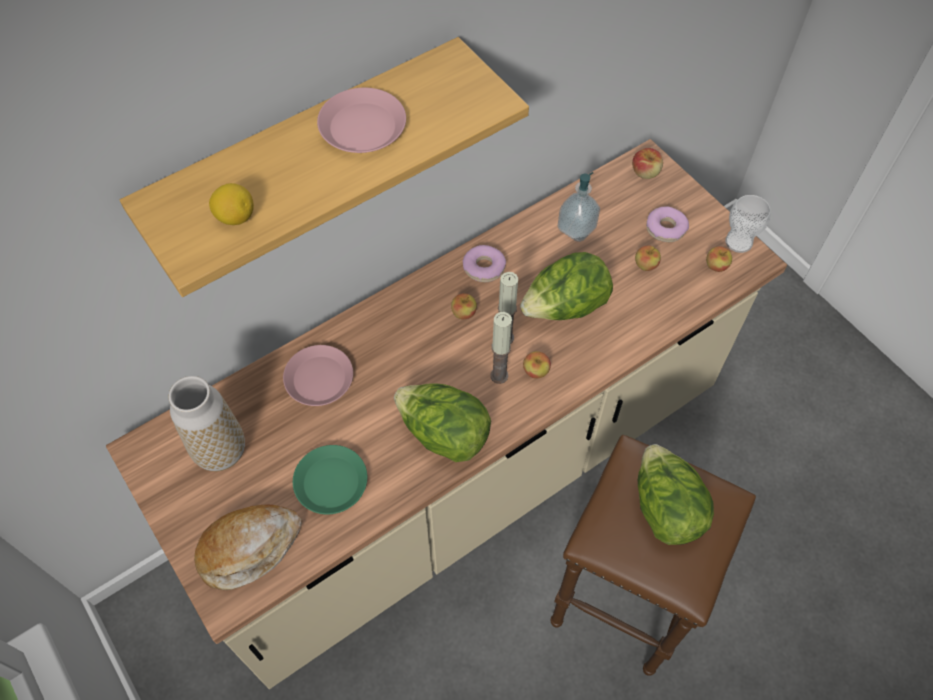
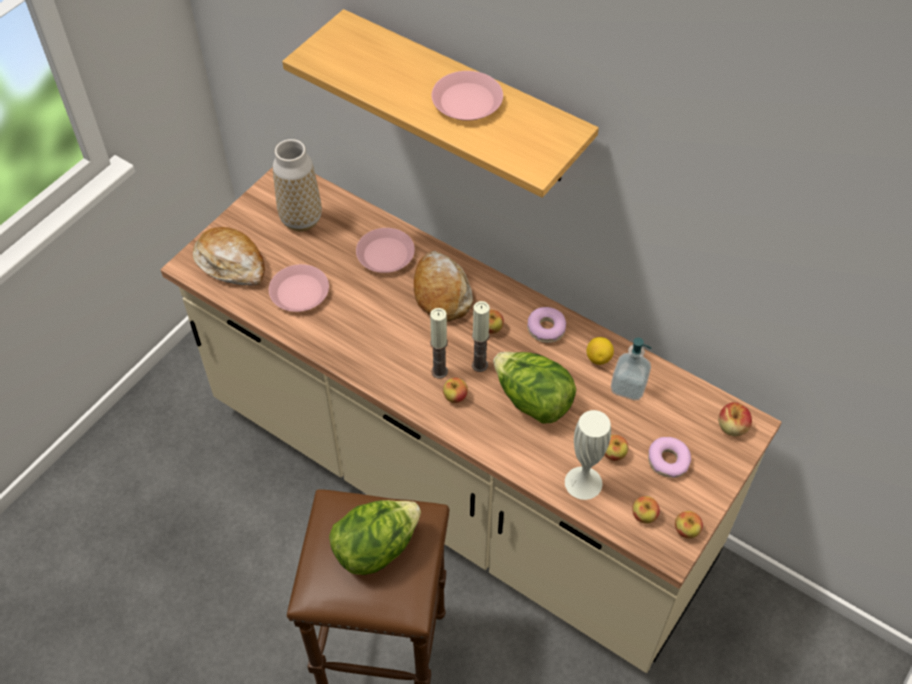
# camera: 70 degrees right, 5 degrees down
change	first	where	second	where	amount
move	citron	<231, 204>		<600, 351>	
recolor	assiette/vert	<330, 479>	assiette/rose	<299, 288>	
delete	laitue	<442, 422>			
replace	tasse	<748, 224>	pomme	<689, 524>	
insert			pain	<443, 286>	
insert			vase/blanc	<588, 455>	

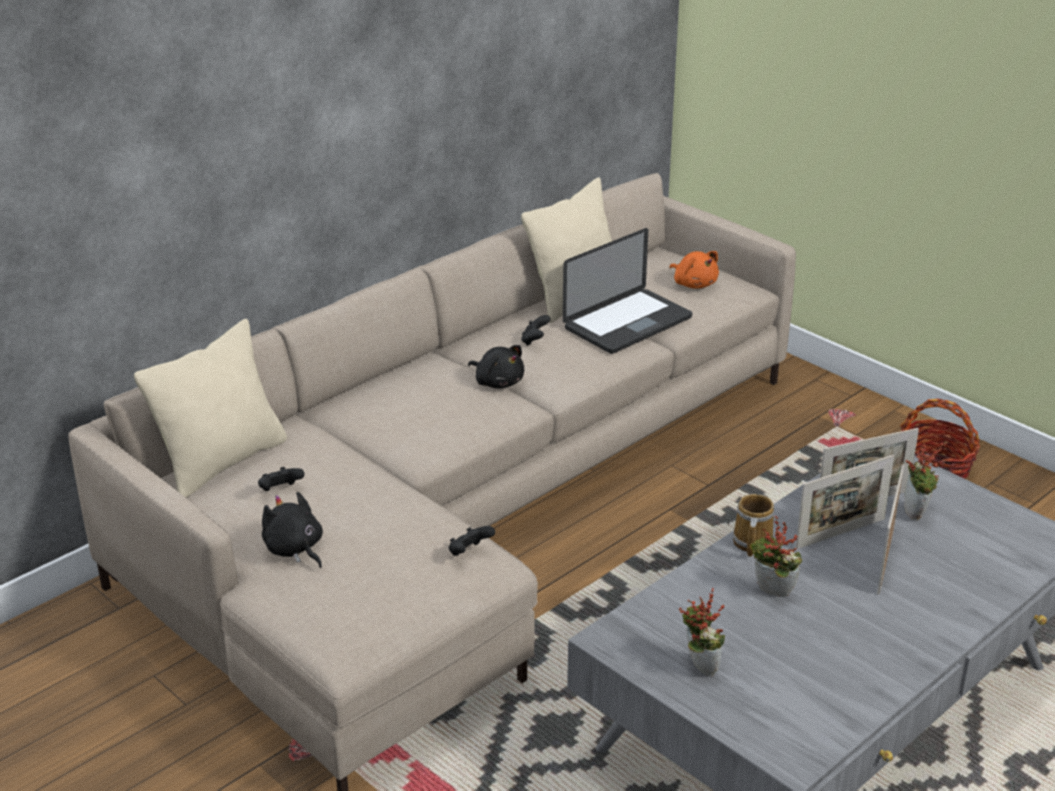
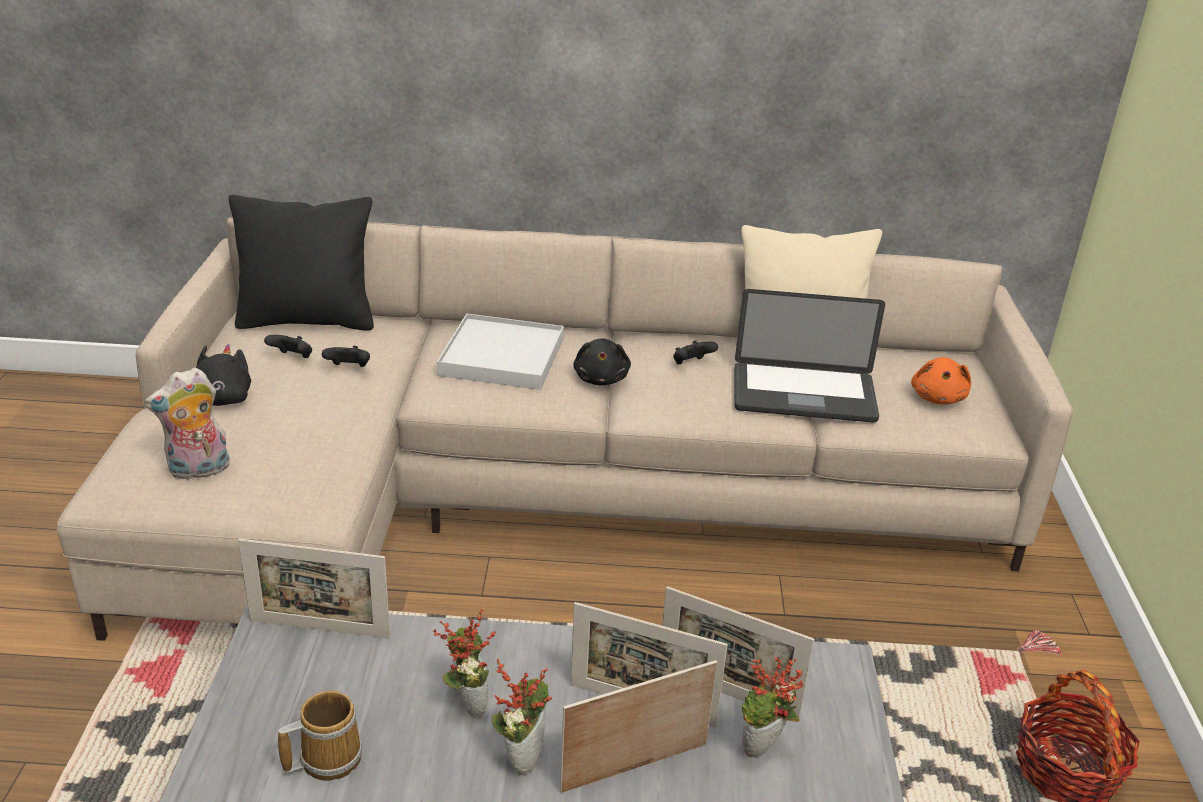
# camera: 45 degrees right, 0 degrees up
change	first	where	second	where	amount
recolor	coussin/beige	<210, 408>	coussin/noir	<301, 263>	
move	manette/noir	<472, 541>		<346, 356>	
move	plante en pot	<702, 632>		<522, 717>	
move	mug	<753, 525>		<320, 735>	
insert			peluche	<187, 424>	
insert			cadre photo	<314, 589>	
insert			plateau/blanc	<500, 352>	

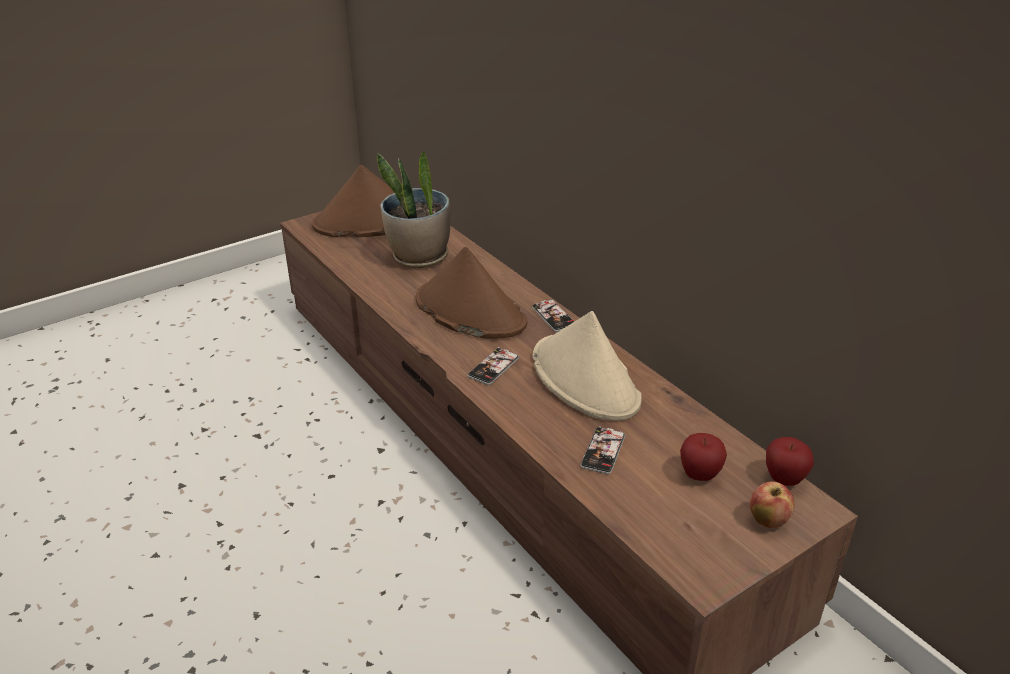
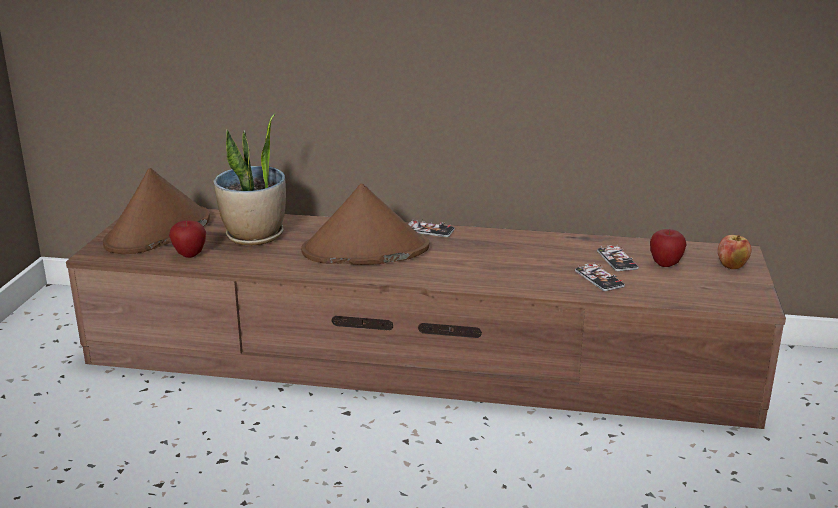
# camera: 45 degrees left, 10 degrees down
change	first	where	second	where	amount
move	téléphone	<493, 366>		<618, 258>	
delete	chapeau/beige	<587, 366>			
move	pomme	<790, 461>		<187, 239>	

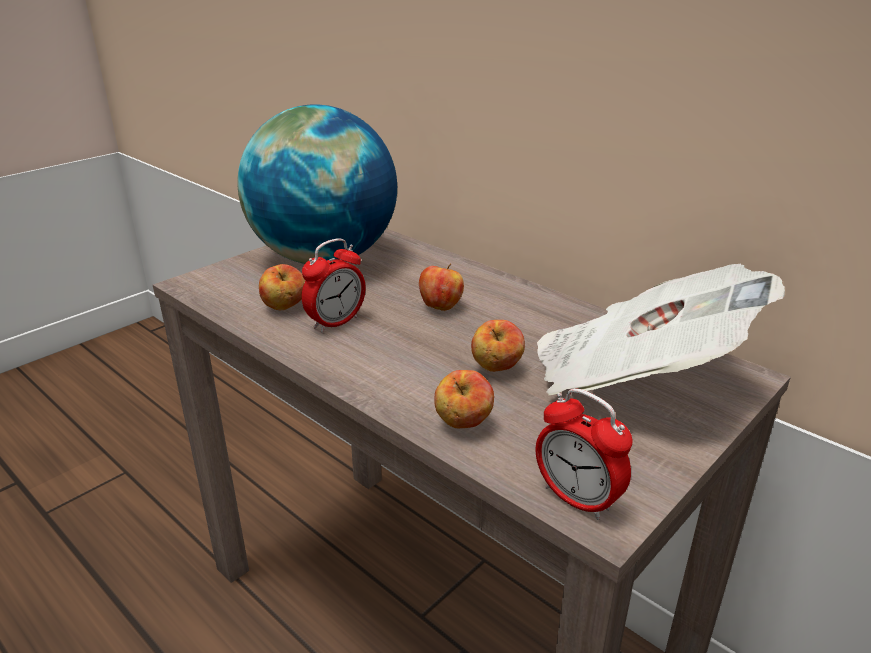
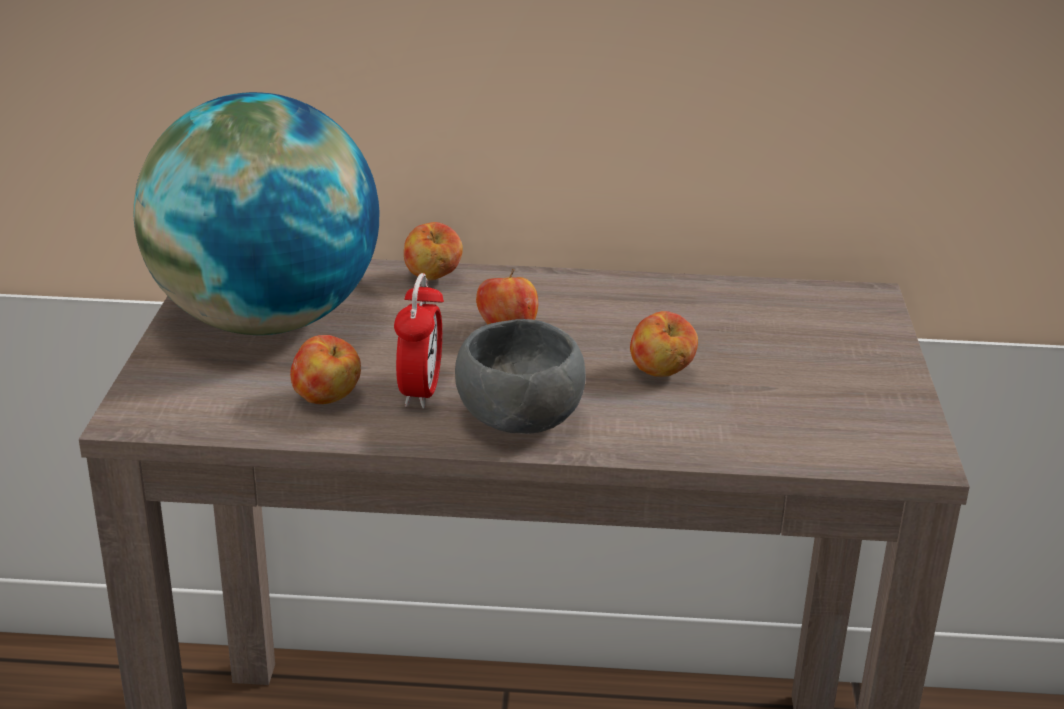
# camera: 40 degrees left, 0 degrees up
change	first	where	second	where	amount
move	pomme	<464, 399>		<433, 251>	
delete	réveil	<584, 454>			
delete	journal	<661, 329>			
insert			bol/gris	<520, 376>	

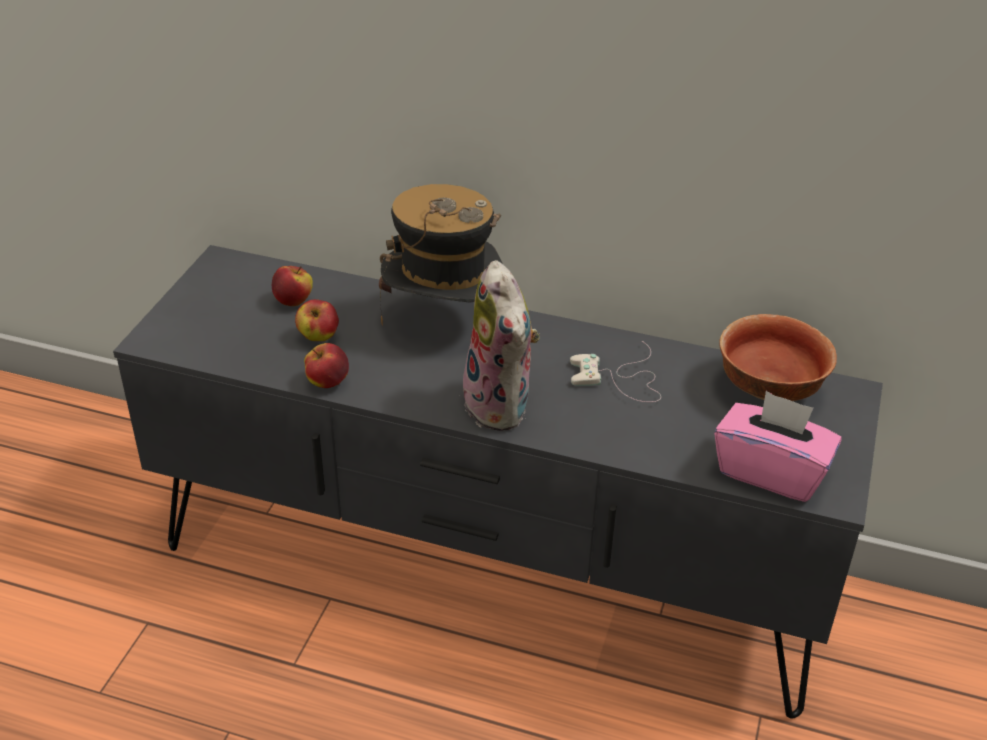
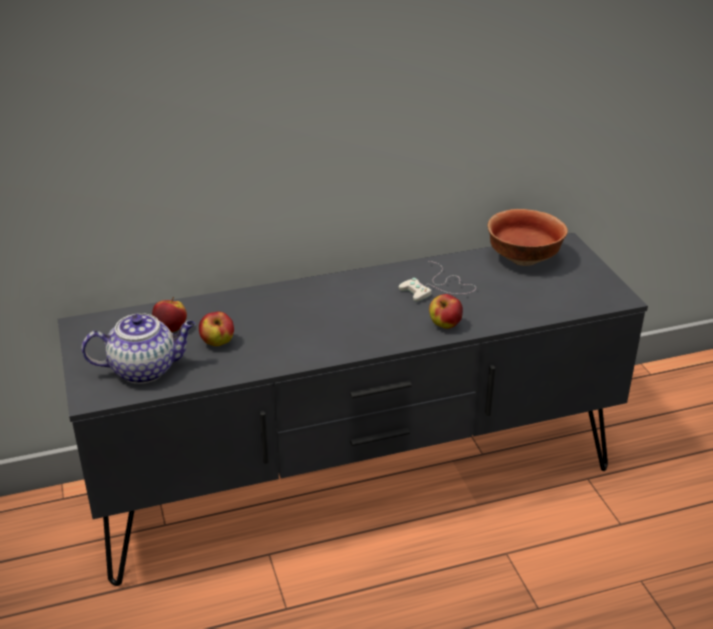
# camera: 35 degrees left, 5 degrees down
change	first	where	second	where	amount
move	pomme	<326, 365>		<446, 311>	
delete	chapeau	<441, 255>			
delete	peluche	<501, 345>			
delete	boîte à mouchoirs/rose	<777, 446>			
insert			théière	<138, 348>	

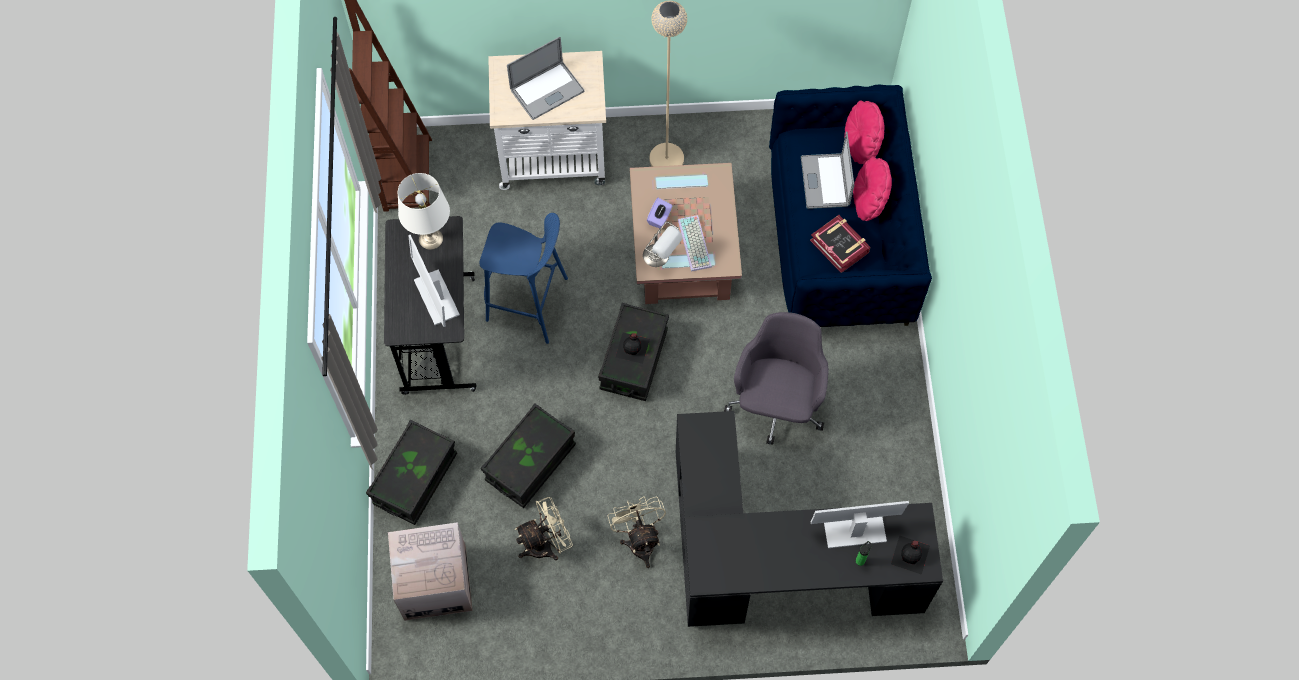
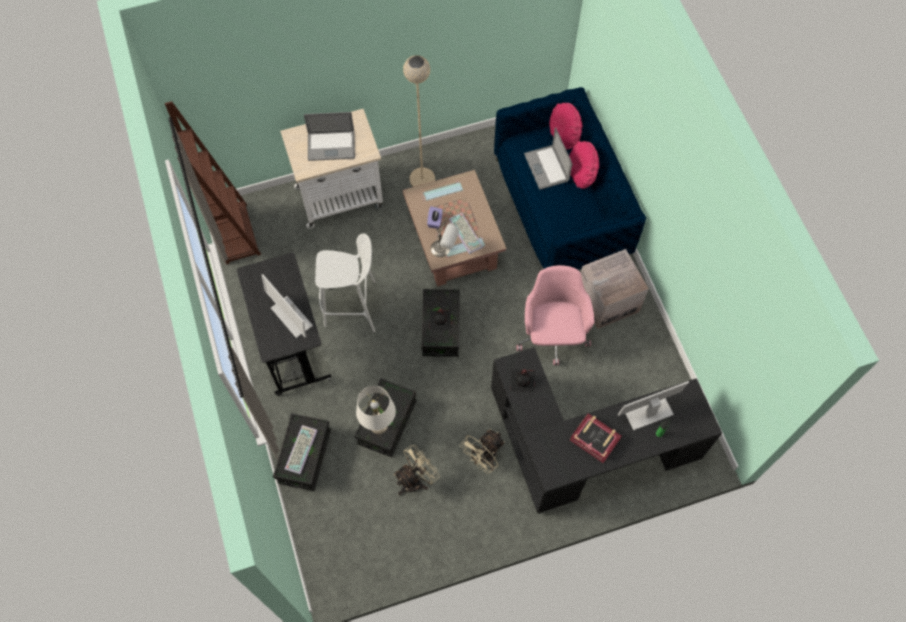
# camera: 15 degrees left, 0 degrees up
change	first	where	second	where	amount
move	carton	<430, 571>		<615, 289>	
move	lampe de table/blanc	<424, 211>		<376, 410>	
recolor	tabouret/bleu	<524, 278>	tabouret/blanc	<345, 282>	
rotate	ordinateur portable	<546, 78>		<329, 136>	45 degrees clockwise
rotate	ventilateur/beige	<637, 532>		<482, 451>	105 degrees counterclockwise
recolor	chaise de bureau/gris	<776, 378>	chaise de bureau/rose	<555, 315>	
move	livre	<840, 244>		<596, 438>	
move	bouteille/noir	<910, 555>		<523, 381>	
insert			clavier	<301, 450>	

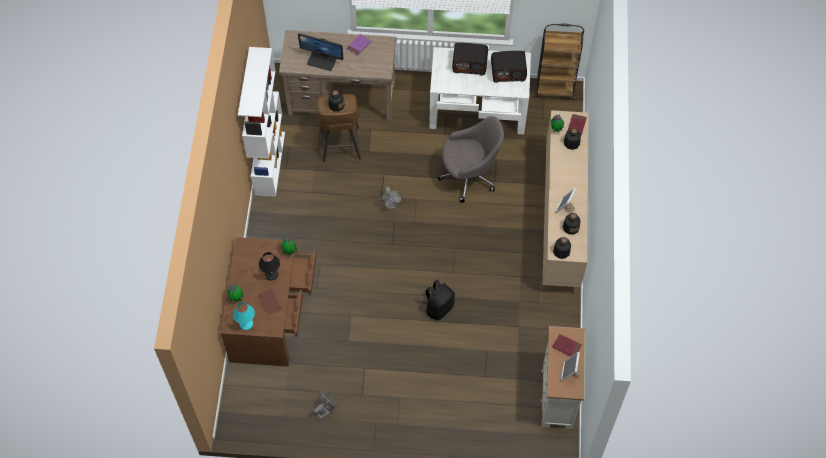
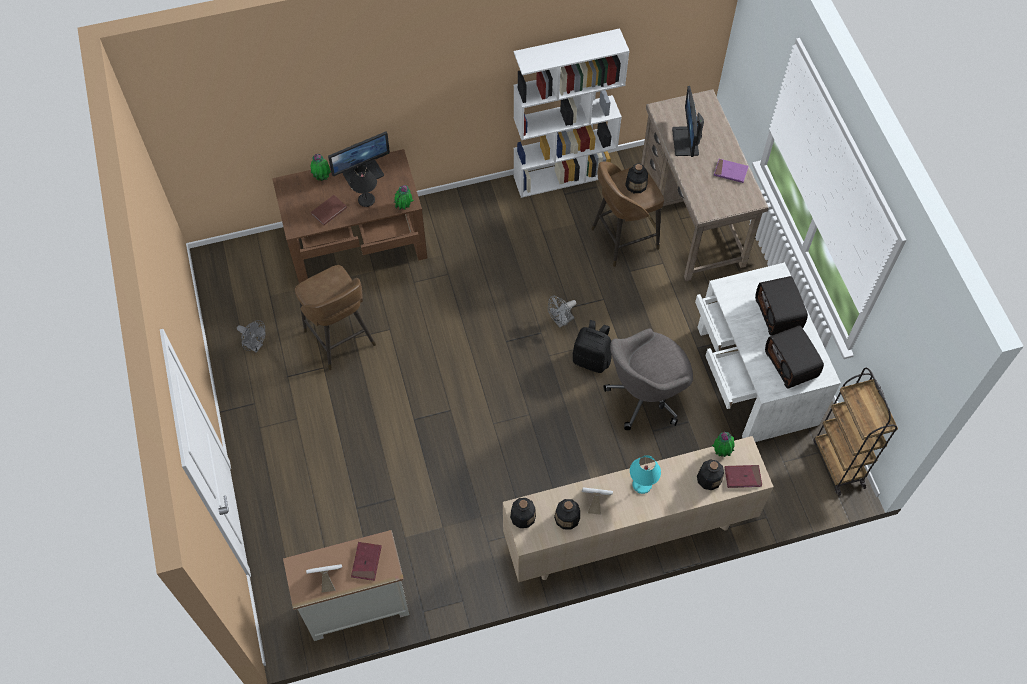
# camera: 70 degrees right, 0 degrees up
change	first	where	second	where	amount
move	lampe de table/turquoise	<244, 316>		<645, 474>	
move	sac à dos/noir	<438, 300>		<592, 346>	
rotate	chaise de bureau/gris	<471, 159>		<648, 379>	90 degrees clockwise
insert			tabouret/marron	<335, 317>	
insert			écran d'ordinateur	<359, 160>	

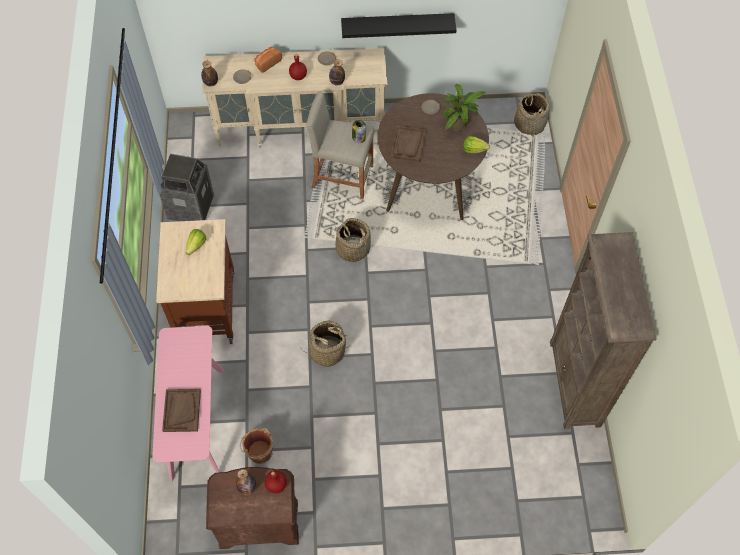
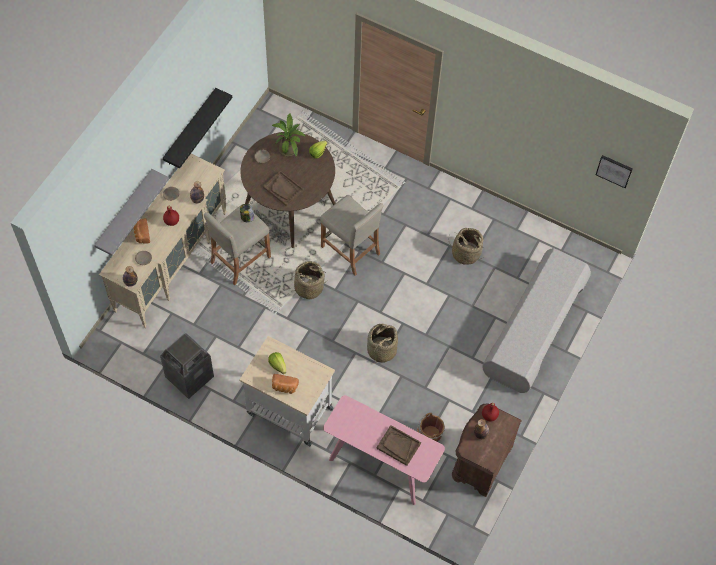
# camera: 60 degrees left, 0 degrees up
change	first	where	second	where	amount
recolor	chariot/marron	<195, 281>	chariot/blanc	<287, 391>	
move	panier	<532, 114>		<465, 246>	
delete	bibliothèque/marron	<603, 330>			
insert			étagère/gris	<131, 212>	
insert			pain	<285, 384>	
insert			tabouret/beige	<352, 235>	
insert			banc/gris	<536, 320>	
insert			tableau	<614, 172>	

